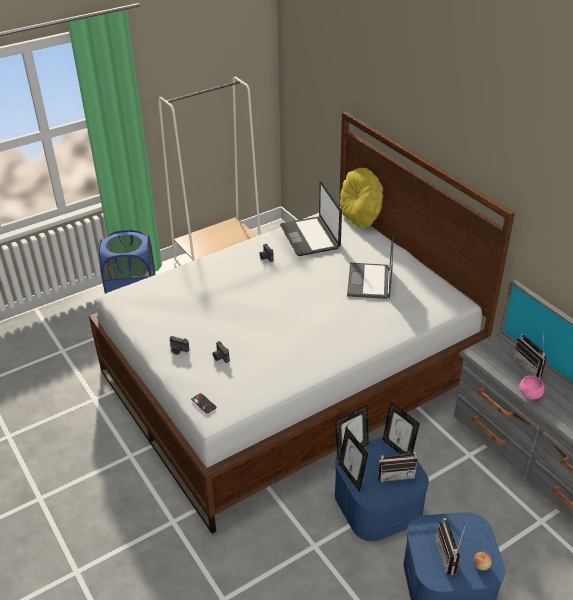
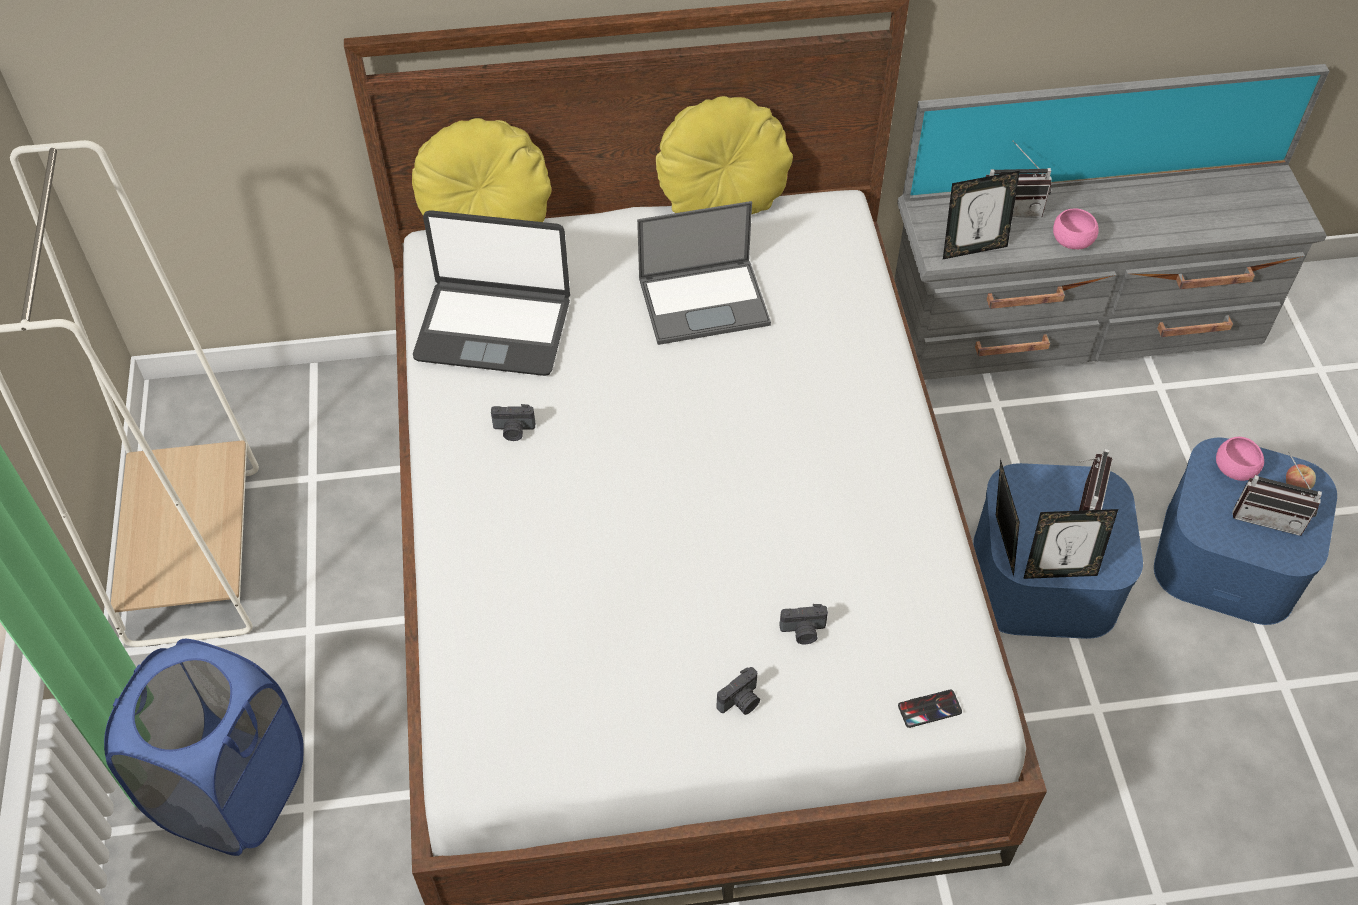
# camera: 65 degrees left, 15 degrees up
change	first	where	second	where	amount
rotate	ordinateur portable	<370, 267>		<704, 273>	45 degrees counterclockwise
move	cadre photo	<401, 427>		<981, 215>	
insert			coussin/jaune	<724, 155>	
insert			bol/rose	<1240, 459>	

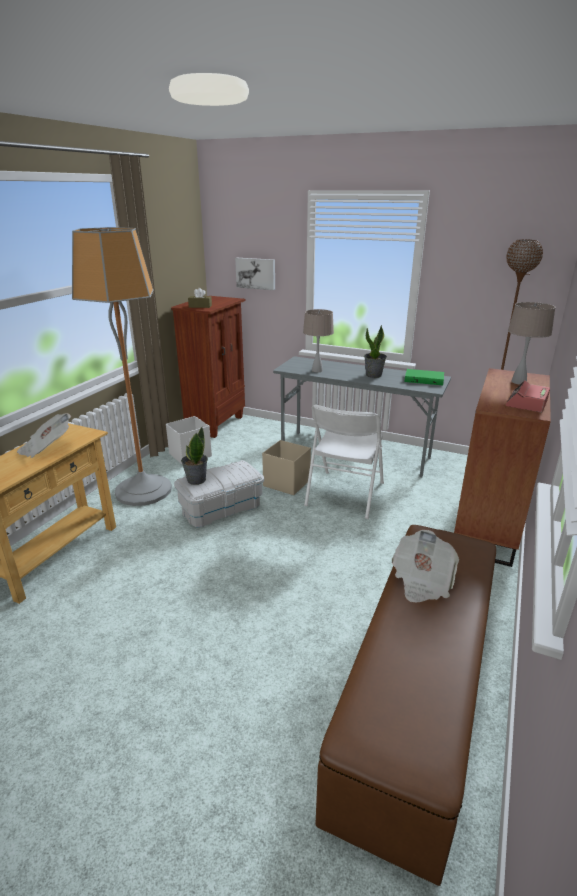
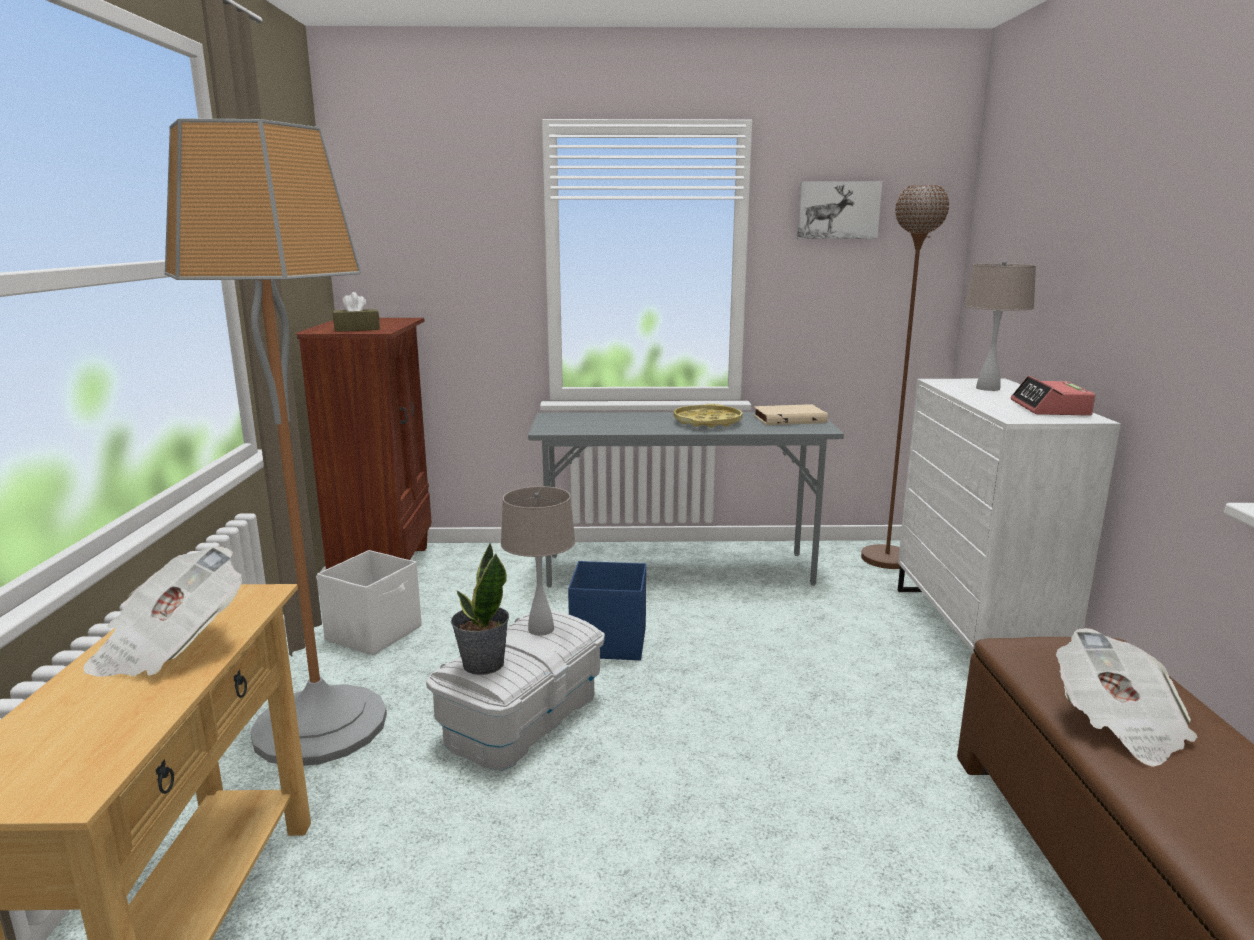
# camera: 25 degrees left, 10 degrees down
change	first	where	second	where	amount
move	tableau	<255, 274>		<839, 210>	
recolor	boîte de rangement/beige	<286, 467>	boîte de rangement/bleu	<607, 610>	
move	lampe de table/beige	<318, 340>		<538, 561>	
delete	chaise/blanc	<344, 462>			
replace	plante en pot	<375, 351>	plateau/jaune	<708, 416>	
recolor	livre/vert	<424, 377>	livre/beige	<790, 414>	
recolor	commode/marron	<502, 467>	commode/blanc	<1009, 515>	

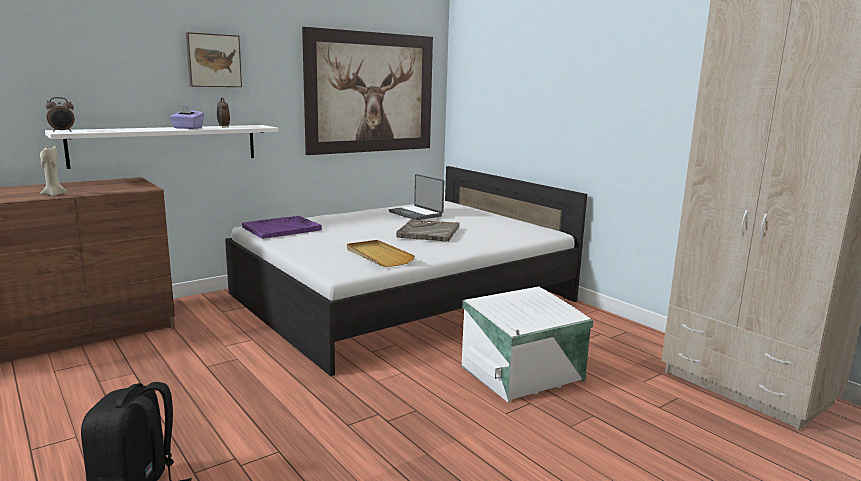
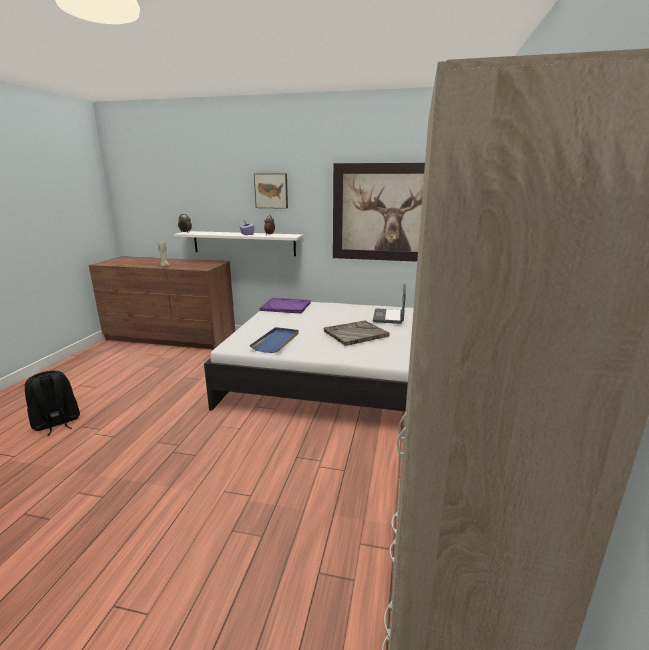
# camera: 50 degrees right, 5 degrees up
change	first	where	second	where	amount
recolor	plateau/beige	<381, 253>	plateau/bleu	<274, 340>	
delete	boîte de rangement/blanc	<527, 344>			

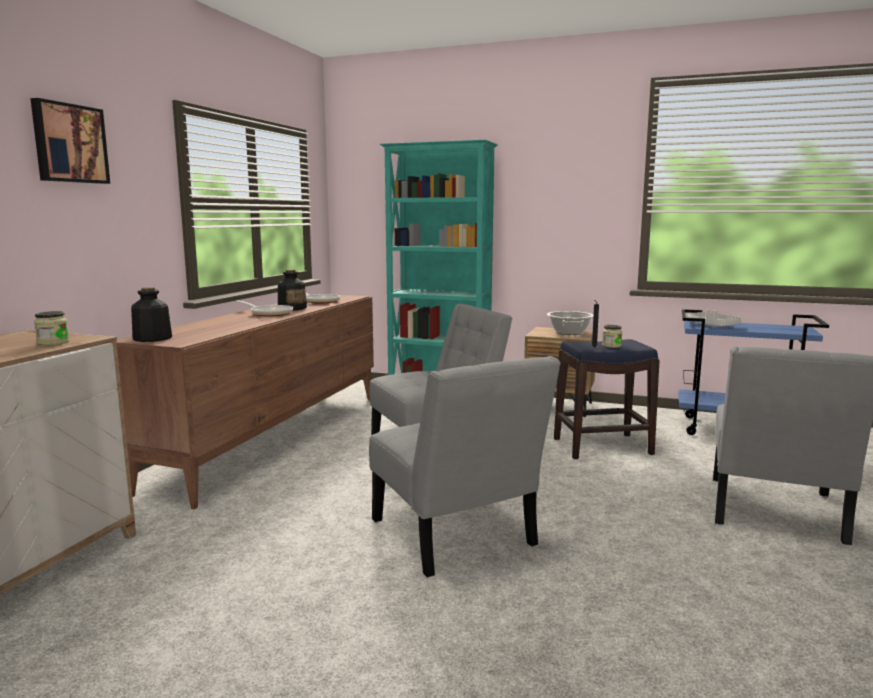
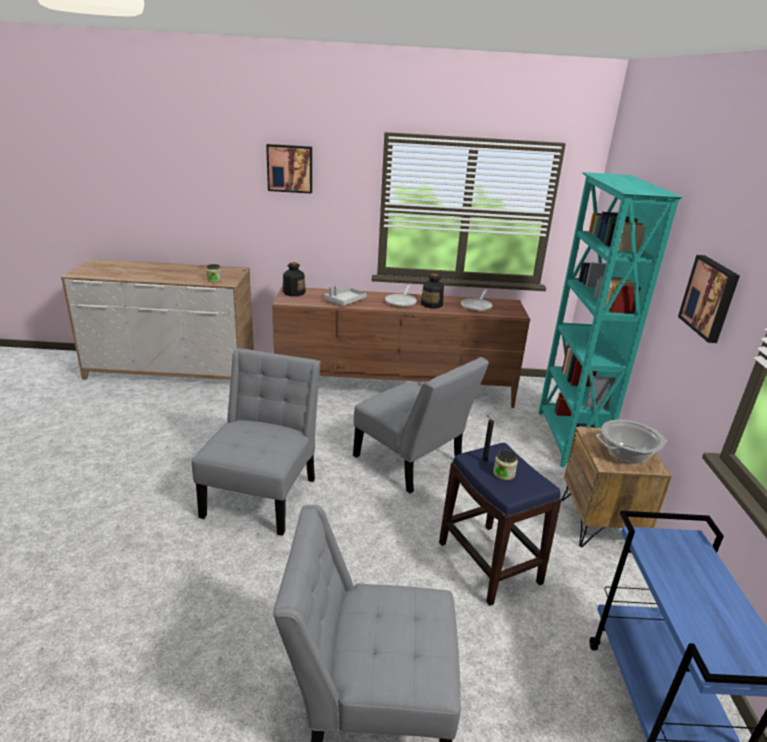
# camera: 70 degrees right, 15 degrees up
change	first	where	second	where	amount
rotate	chaise/gris	<465, 466>		<256, 442>	150 degrees clockwise
move	plateau/gris	<714, 318>		<345, 295>	
insert			tableau	<709, 299>	

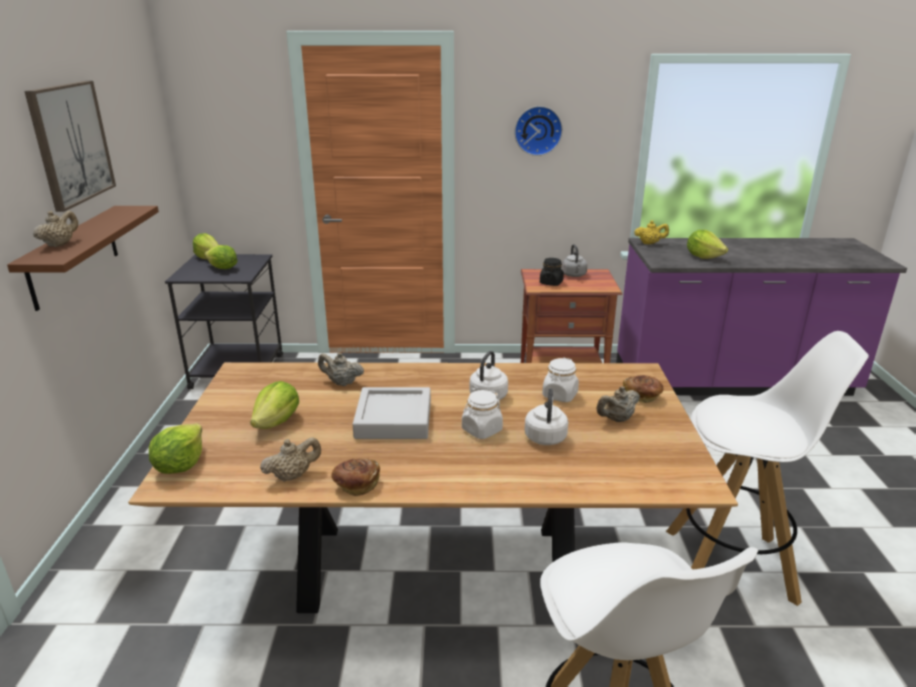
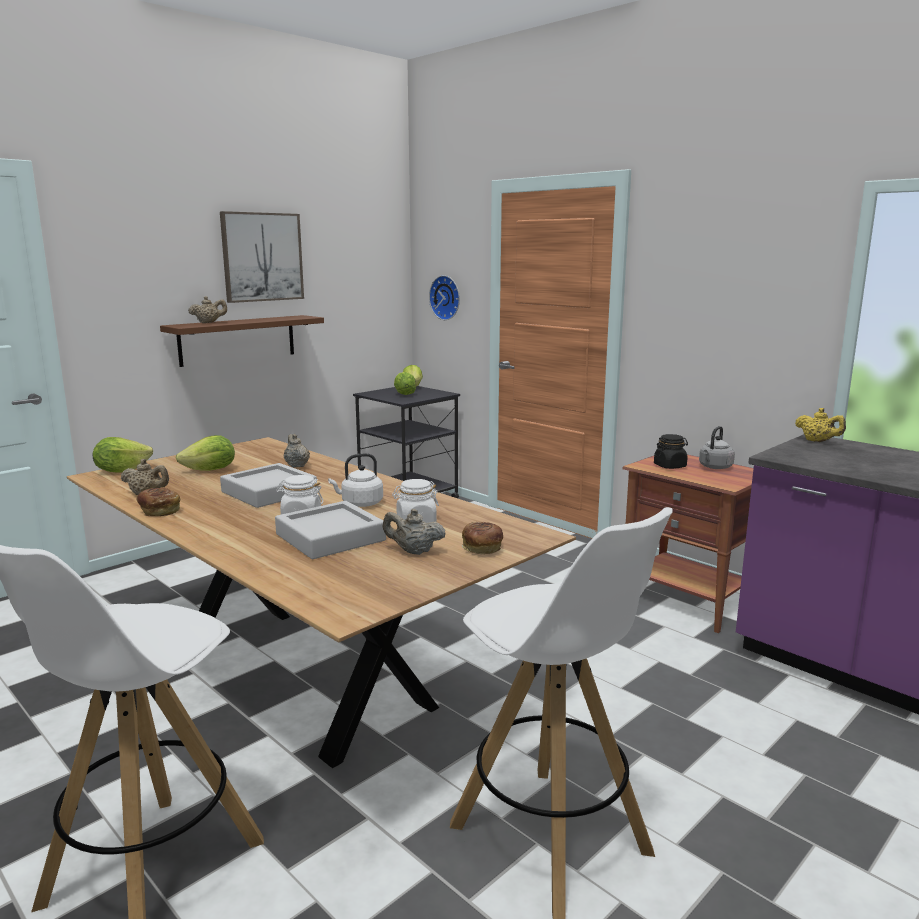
# camera: 45 degrees right, 10 degrees down
change	first	where	second	where	amount
move	horloge murale	<538, 131>		<444, 297>	
replace	bouilloire/blanc	<546, 416>	plateau/gris	<330, 530>	
delete	laitue	<707, 244>			

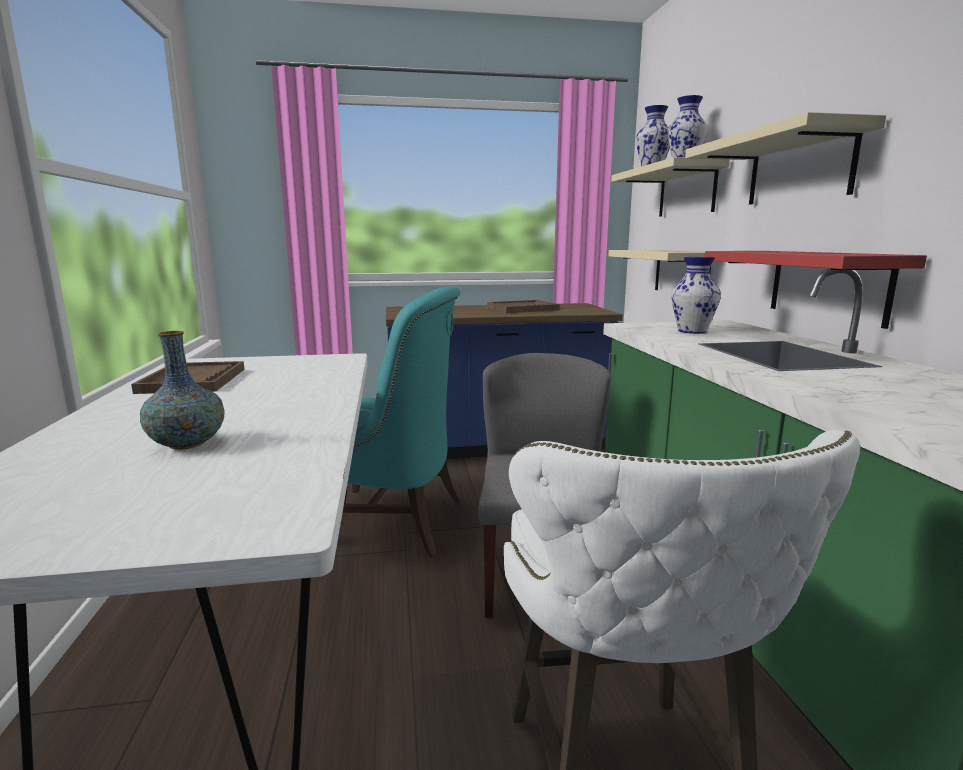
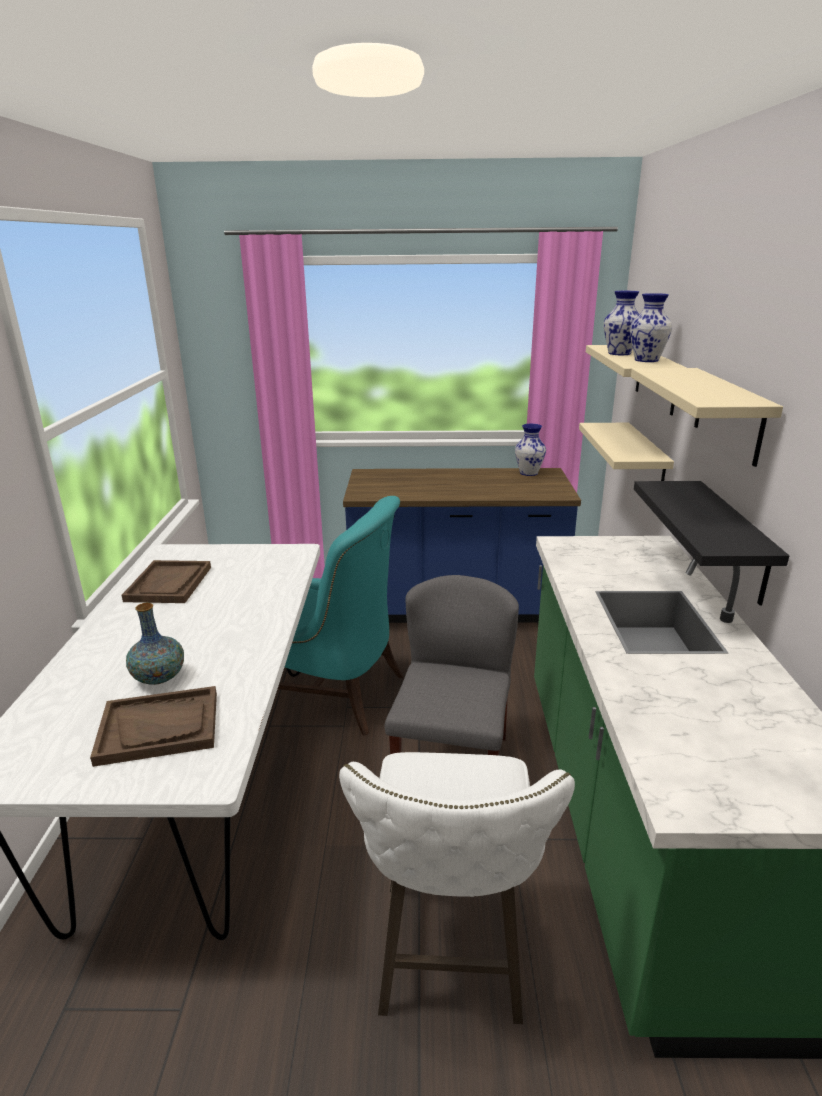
# camera: 10 degrees right, 10 degrees up
change	first	where	second	where	amount
move	plateau/marron	<523, 306>		<153, 726>	
move	vase	<696, 295>		<530, 450>	
recolor	étagère/rouge	<816, 290>	étagère/noir	<711, 543>	

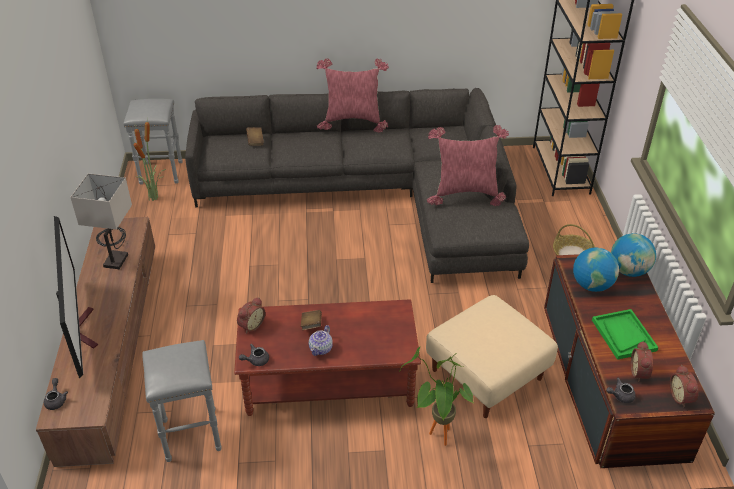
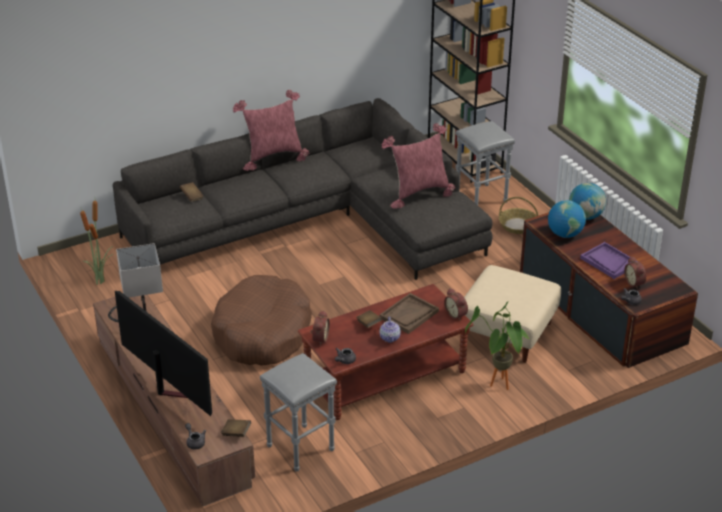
# camera: 25 degrees left, 5 degrees down
change	first	where	second	where	amount
move	tabouret/gris	<152, 142>		<485, 163>	
recolor	plateau/vert	<625, 334>	plateau/violet	<608, 260>	
move	réveil	<684, 386>		<456, 304>	
insert			panier pour chien/marron	<261, 320>	
insert			livre/marron	<236, 428>	
insert			plateau/marron	<409, 313>	

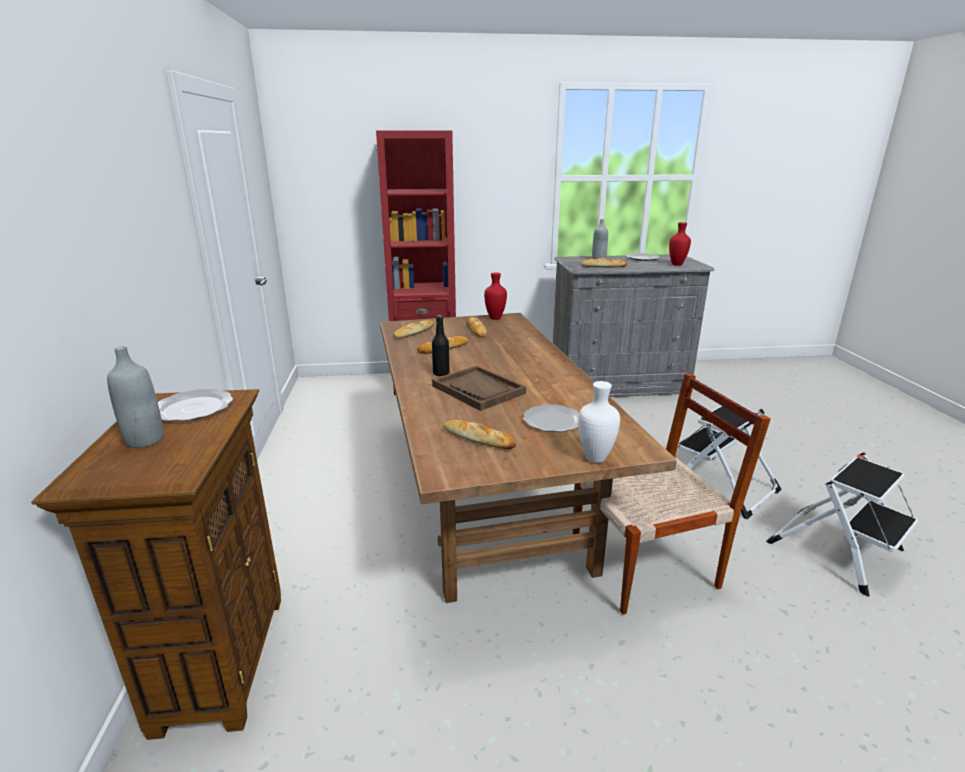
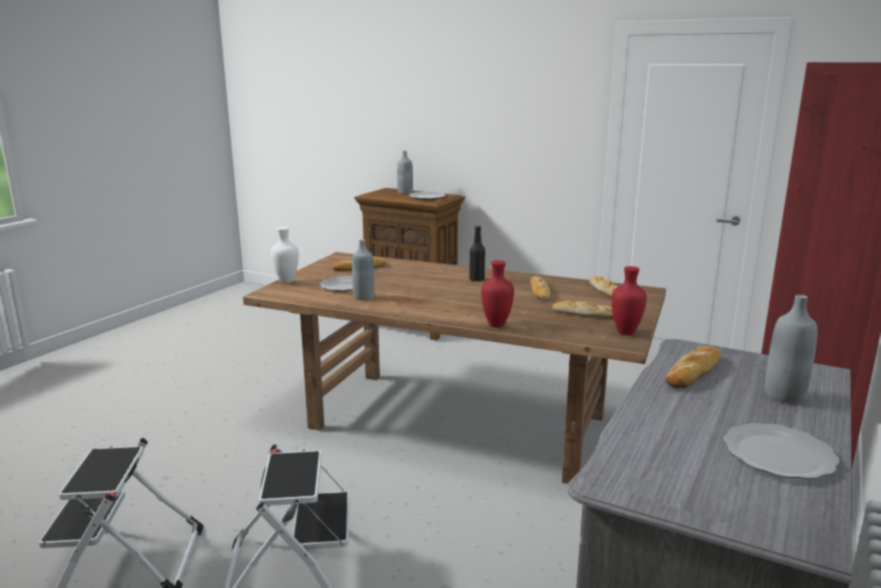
# camera: 125 degrees right, 5 degrees down
change	first	where	second	where	amount
delete	plateau/marron	<479, 388>			
delete	chaise	<672, 494>			
move	vase/rouge	<680, 244>		<497, 294>	
insert			bouteille/gris	<363, 270>	

